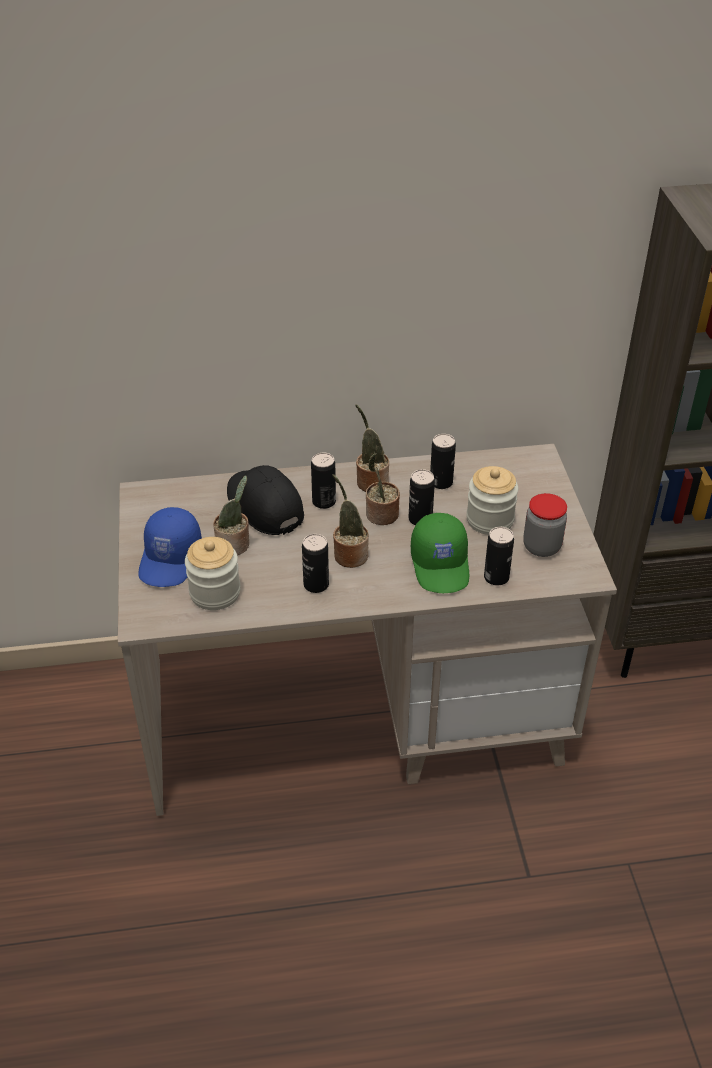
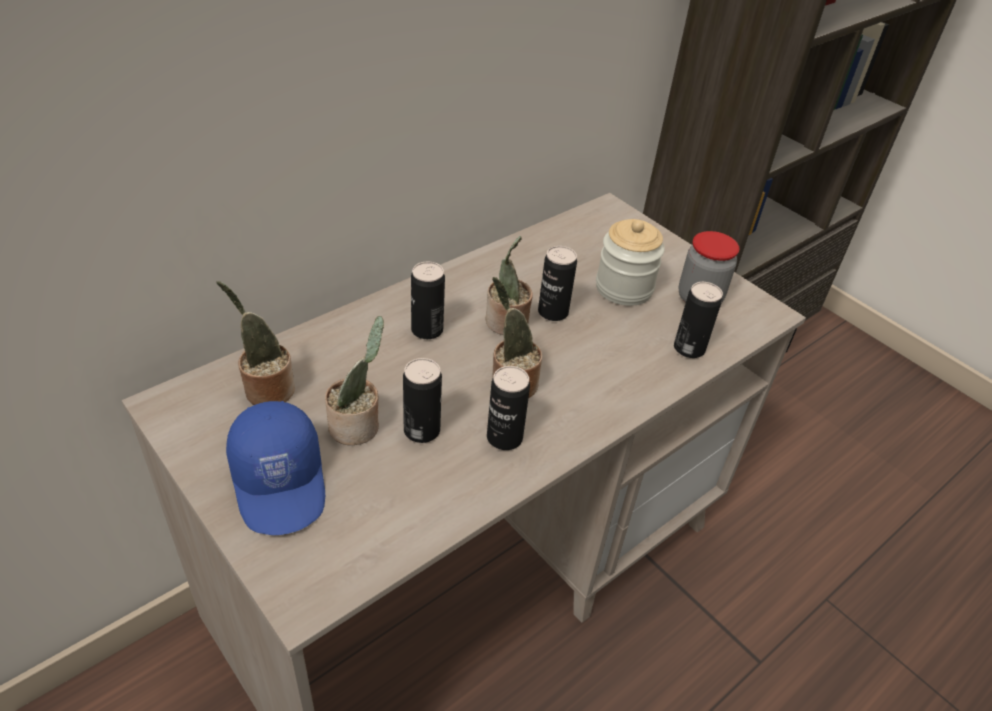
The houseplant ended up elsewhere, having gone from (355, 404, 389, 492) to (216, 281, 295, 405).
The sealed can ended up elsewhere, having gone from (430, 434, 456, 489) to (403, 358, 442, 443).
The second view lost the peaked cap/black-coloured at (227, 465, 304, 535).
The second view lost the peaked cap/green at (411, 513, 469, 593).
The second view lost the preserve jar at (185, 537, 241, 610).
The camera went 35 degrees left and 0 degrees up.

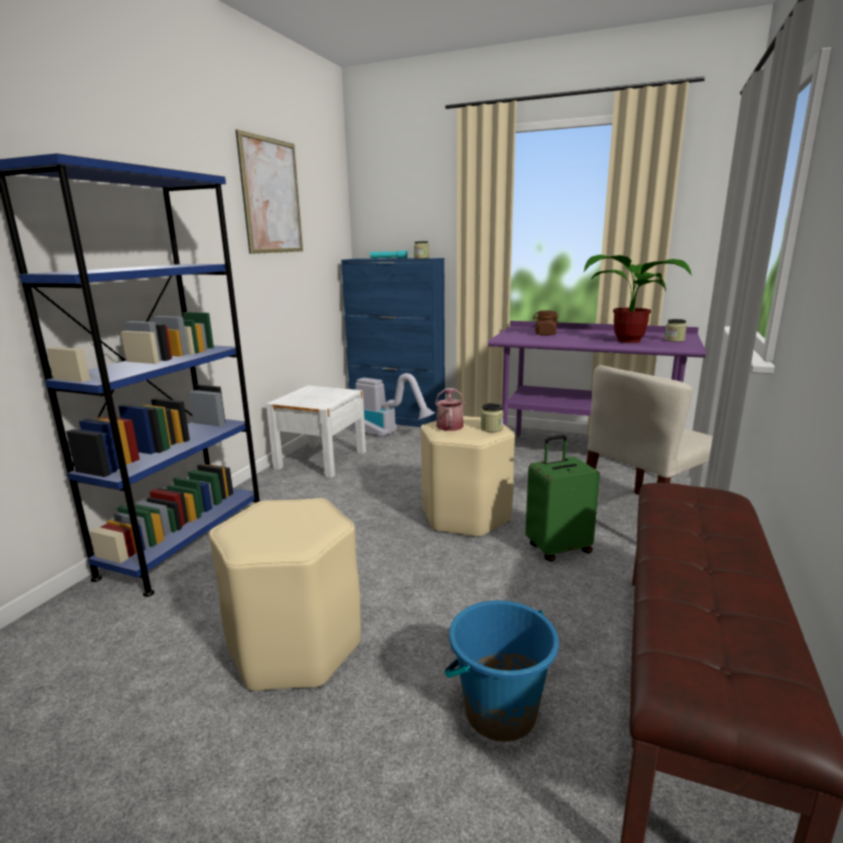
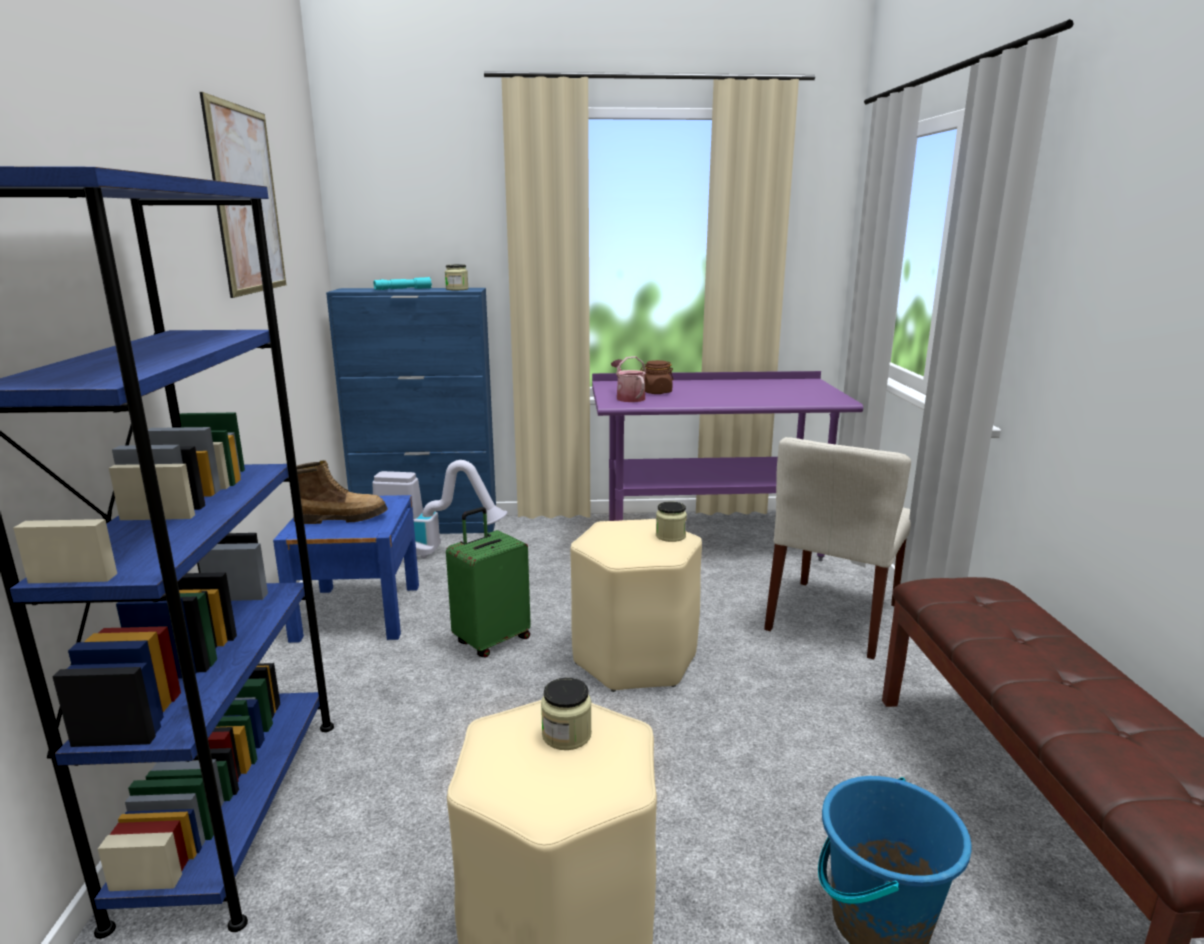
The second view lost the houseplant at (584, 255, 692, 343).
The preserve jar ended up elsewhere, having gone from (665, 319, 687, 342) to (541, 678, 592, 750).
What was the night table/whitish at (266, 385, 366, 478) turned into the night table/blue at (273, 495, 419, 643).
The sprinkling can ended up elsewhere, having gone from (435, 388, 465, 431) to (611, 356, 646, 402).
The travel case/green ended up elsewhere, having gone from (525, 435, 600, 562) to (446, 507, 531, 658).
The second view gained the high-top boot at (293, 460, 388, 524).
The camera went 25 degrees left and 0 degrees up.

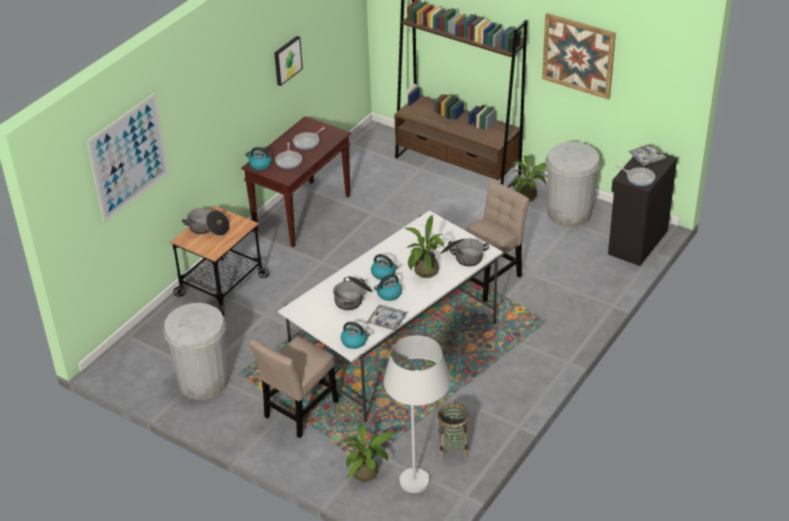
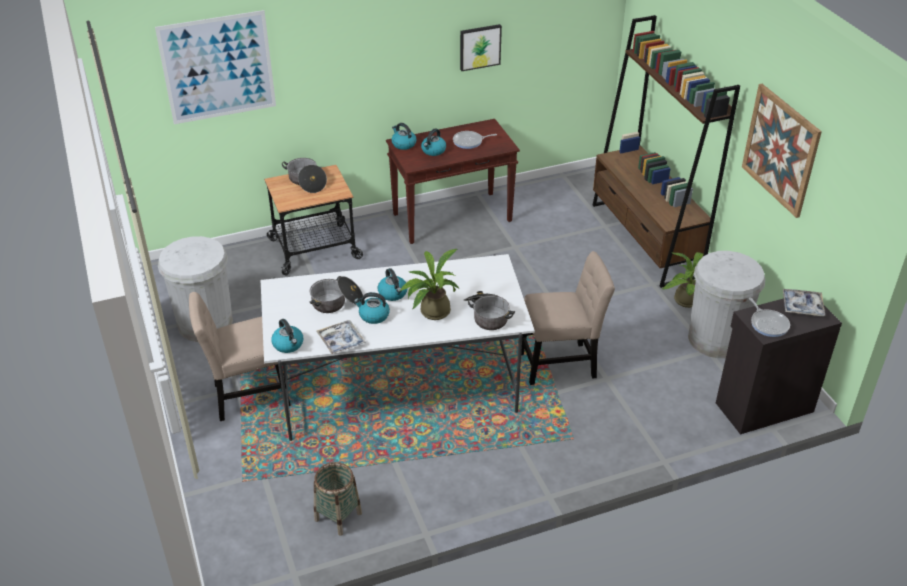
Where the frying pan stood at (275, 142, 302, 169), the water kettle came to stand at (421, 128, 446, 156).
The second view lost the floor lamp/whitish at (384, 336, 451, 493).
The second view lost the houseplant at (342, 424, 396, 482).
The camera went 35 degrees right and 0 degrees up.

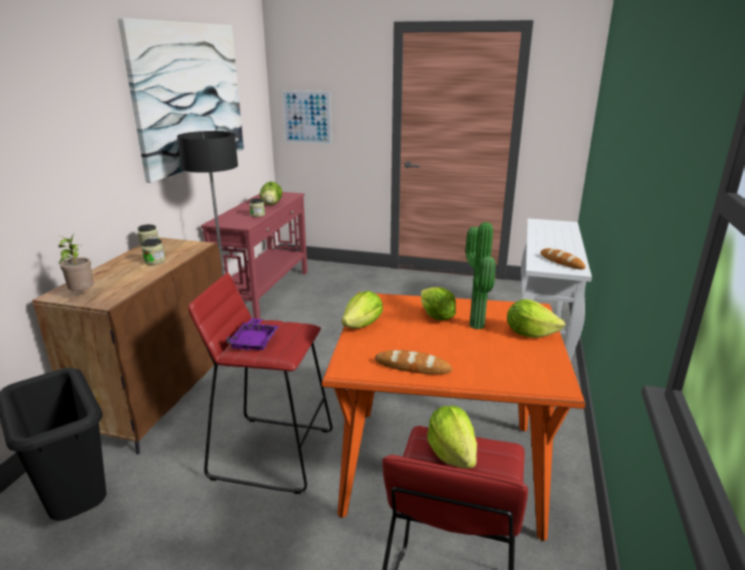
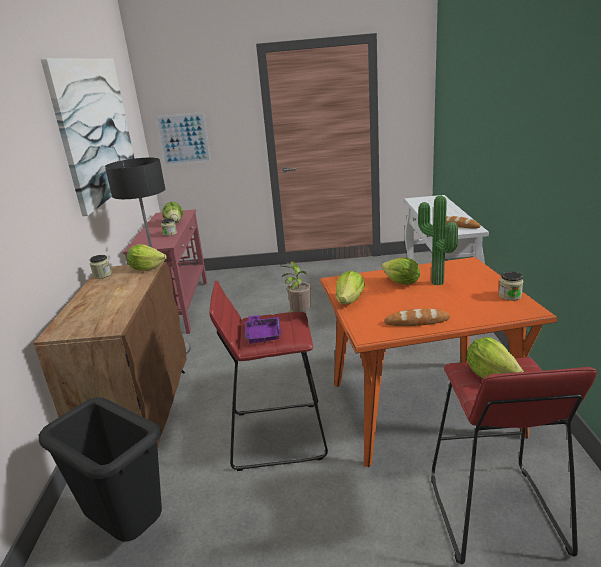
The houseplant ended up elsewhere, having gone from (58, 233, 94, 291) to (282, 261, 311, 313).
The preserve jar ended up elsewhere, having gone from (142, 238, 165, 265) to (499, 272, 523, 301).
The lettuce head ended up elsewhere, having gone from (507, 299, 565, 338) to (127, 244, 166, 271).
The camera went 15 degrees left and 0 degrees up.

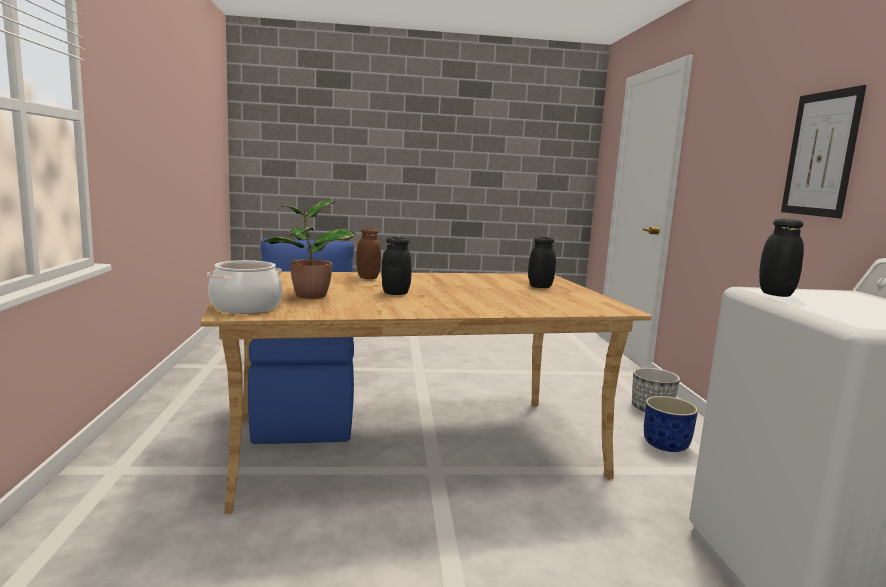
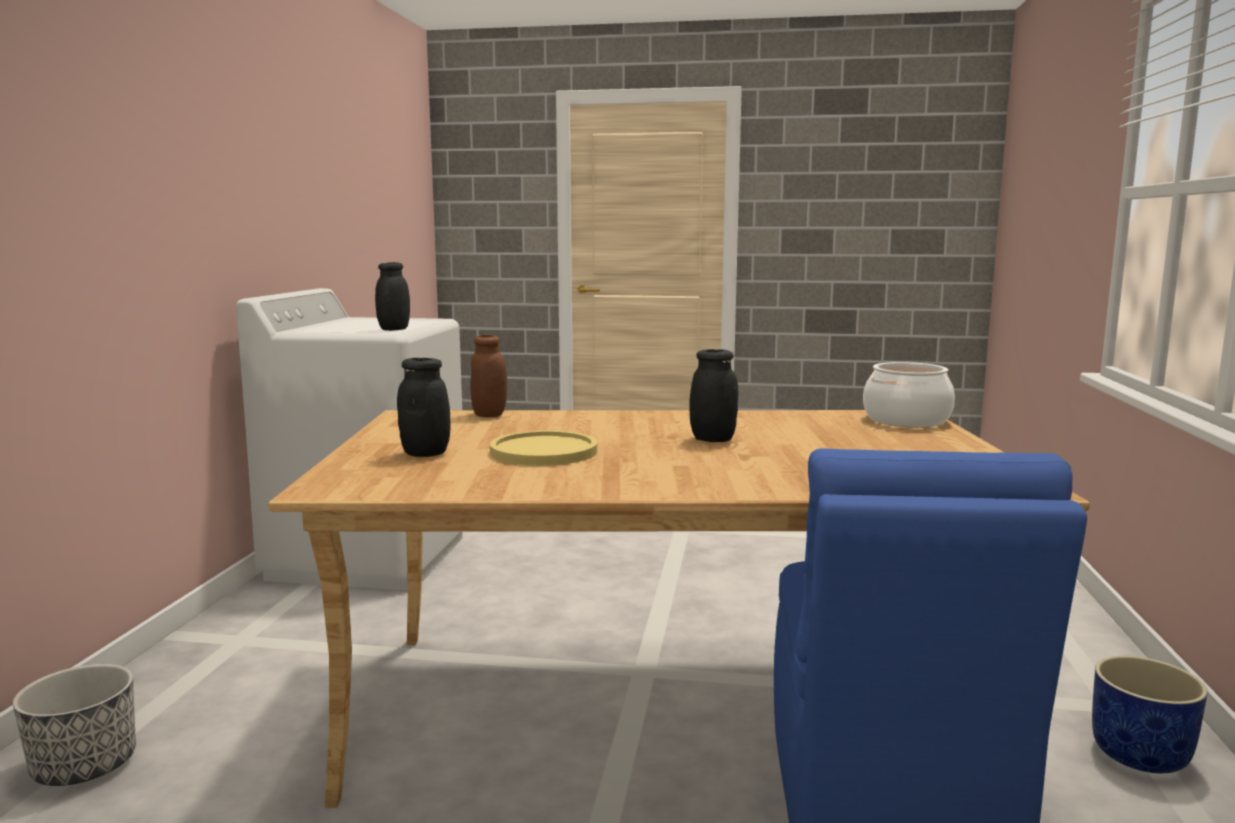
The second view lost the picture at (781, 85, 866, 218).
The second view lost the houseplant at (264, 200, 356, 299).
The preserve jar/brown-coloured ended up elsewhere, having gone from (356, 228, 381, 279) to (470, 335, 507, 417).
The planter/blue ended up elsewhere, having gone from (644, 396, 698, 452) to (1092, 656, 1208, 773).
The second view gained the dinner plate/yellowish at (490, 431, 597, 466).
The camera went 165 degrees left and 0 degrees up.

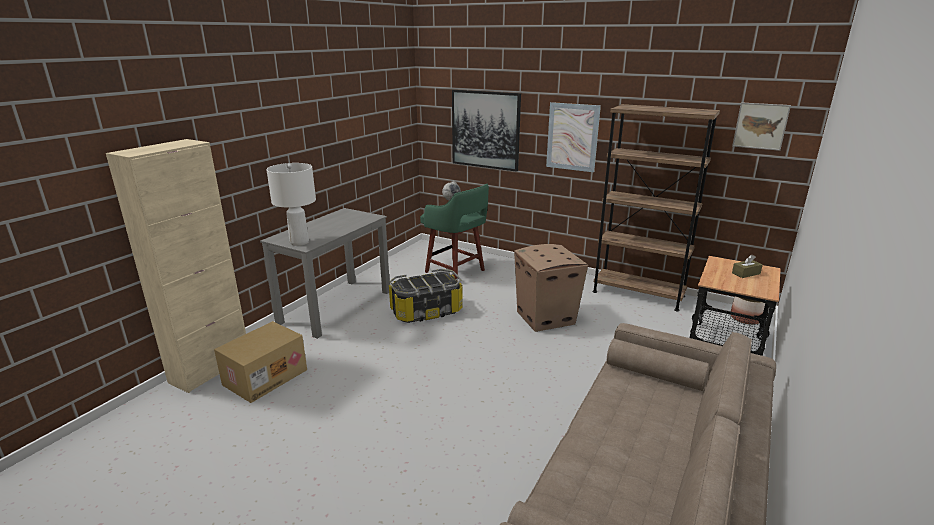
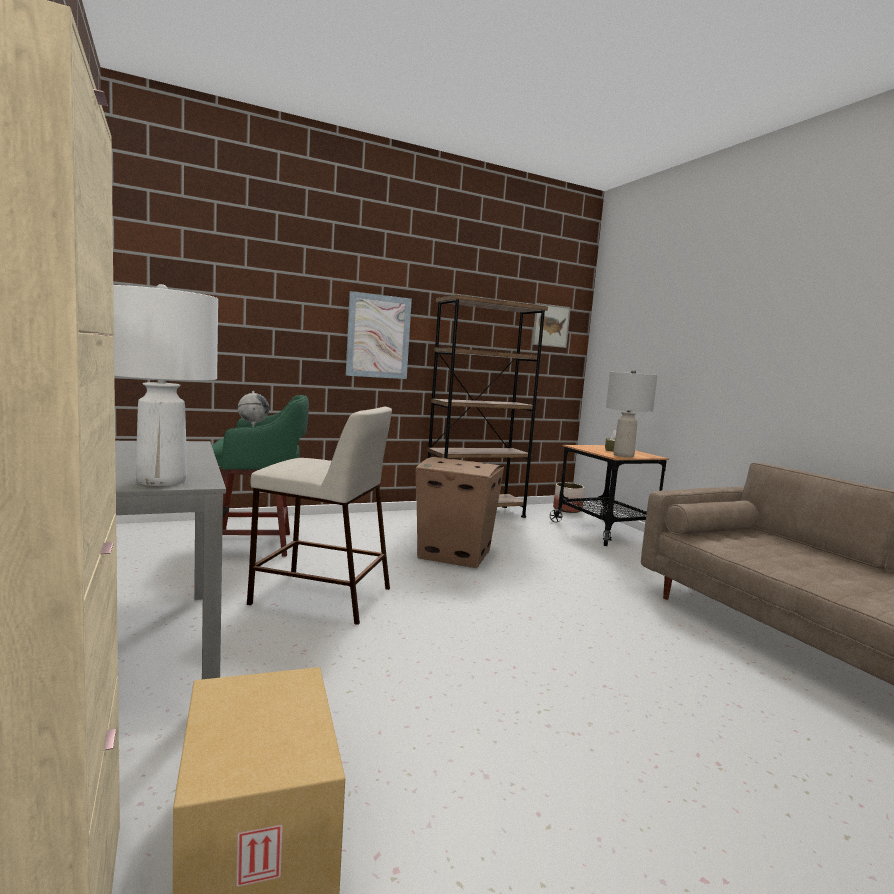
The second view lost the picture at (452, 90, 521, 172).
Where the storage box stood at (389, 269, 463, 323), the sitting stool/beige-coloured came to stand at (247, 407, 392, 625).
The second view gained the table lamp/greyish at (606, 370, 657, 457).
The camera went 55 degrees left and 15 degrees down.

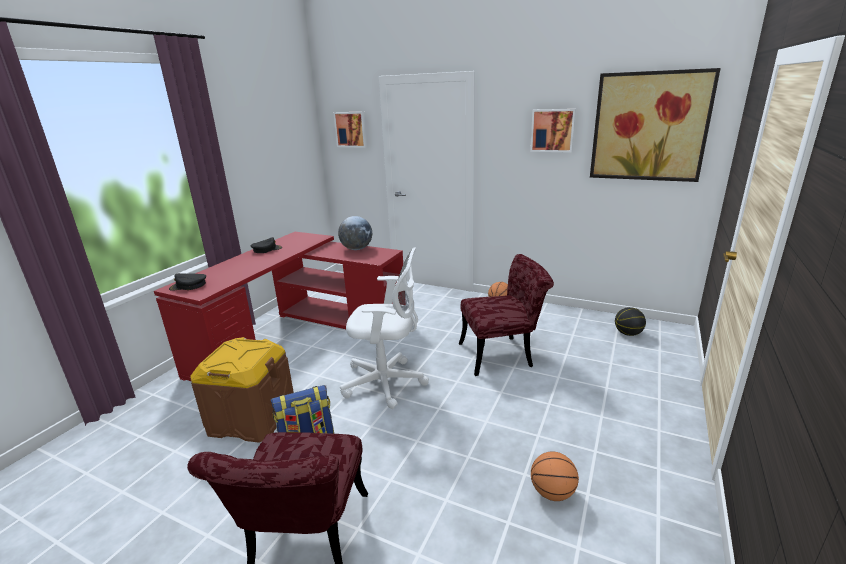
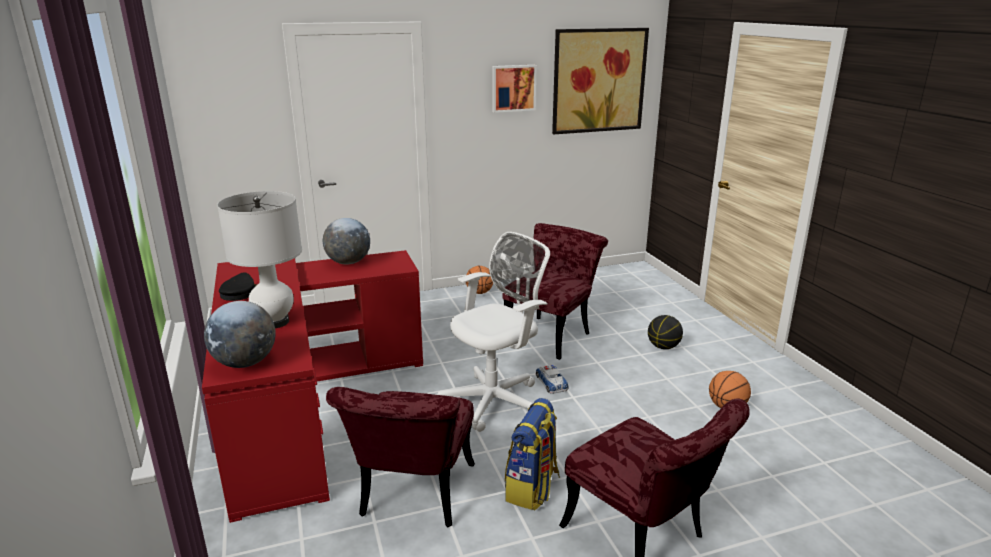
The second view lost the picture at (333, 112, 367, 148).
Where the peaked cap/black-coloured stood at (169, 273, 206, 291), the world globe came to stand at (204, 301, 276, 368).
The ball for basketball ended up elsewhere, having gone from (615, 307, 646, 336) to (648, 315, 683, 349).
Where the storage box/brown-coloured stood at (190, 337, 294, 443), the chair/red-coloured came to stand at (326, 387, 475, 528).
The second view gained the table lamp/whitish at (217, 191, 302, 328).
The second view gained the model car at (536, 365, 568, 394).
The camera went 45 degrees left and 0 degrees up.

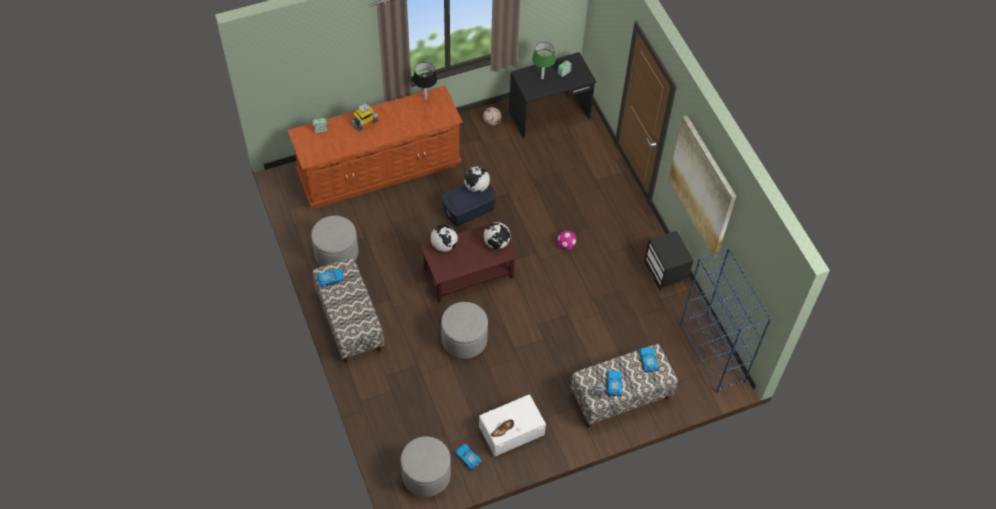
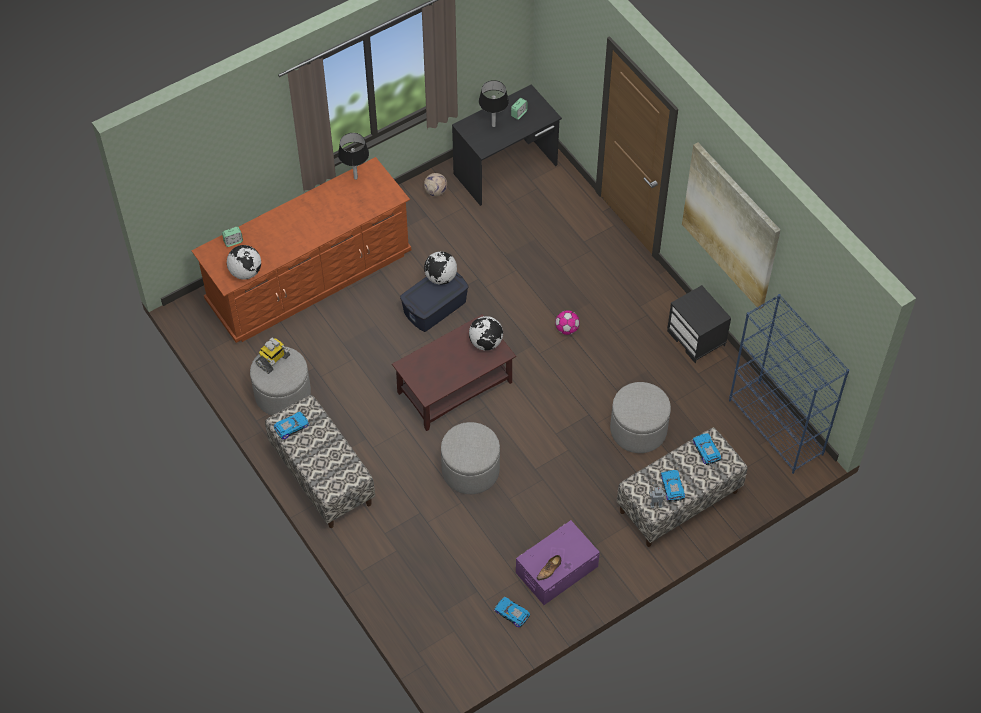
What was the table lamp/green at (532, 42, 556, 79) turned into the table lamp/black-coloured at (479, 80, 509, 127).
The model robot ended up elsewhere, having gone from (351, 104, 378, 131) to (255, 338, 290, 374).
The world globe ended up elsewhere, having gone from (431, 225, 458, 252) to (227, 245, 261, 280).
What was the storage box/whitish at (479, 394, 546, 457) turned into the storage box/purplish at (516, 520, 600, 605).
The ottoman/greyish ended up elsewhere, having gone from (400, 437, 451, 497) to (610, 382, 671, 453).
The camera went 10 degrees left and 0 degrees up.

